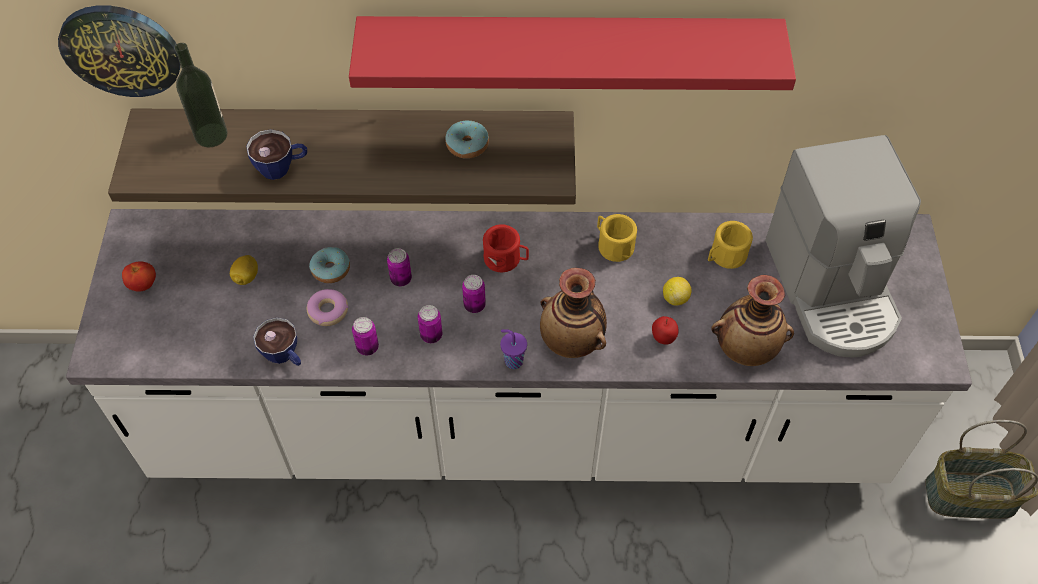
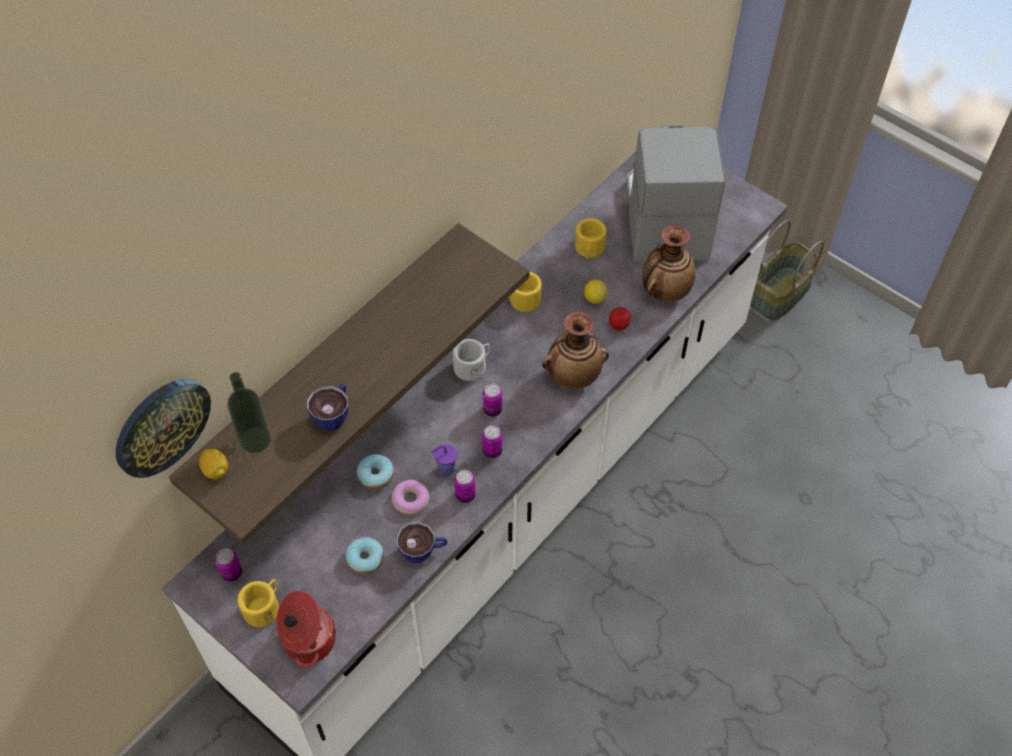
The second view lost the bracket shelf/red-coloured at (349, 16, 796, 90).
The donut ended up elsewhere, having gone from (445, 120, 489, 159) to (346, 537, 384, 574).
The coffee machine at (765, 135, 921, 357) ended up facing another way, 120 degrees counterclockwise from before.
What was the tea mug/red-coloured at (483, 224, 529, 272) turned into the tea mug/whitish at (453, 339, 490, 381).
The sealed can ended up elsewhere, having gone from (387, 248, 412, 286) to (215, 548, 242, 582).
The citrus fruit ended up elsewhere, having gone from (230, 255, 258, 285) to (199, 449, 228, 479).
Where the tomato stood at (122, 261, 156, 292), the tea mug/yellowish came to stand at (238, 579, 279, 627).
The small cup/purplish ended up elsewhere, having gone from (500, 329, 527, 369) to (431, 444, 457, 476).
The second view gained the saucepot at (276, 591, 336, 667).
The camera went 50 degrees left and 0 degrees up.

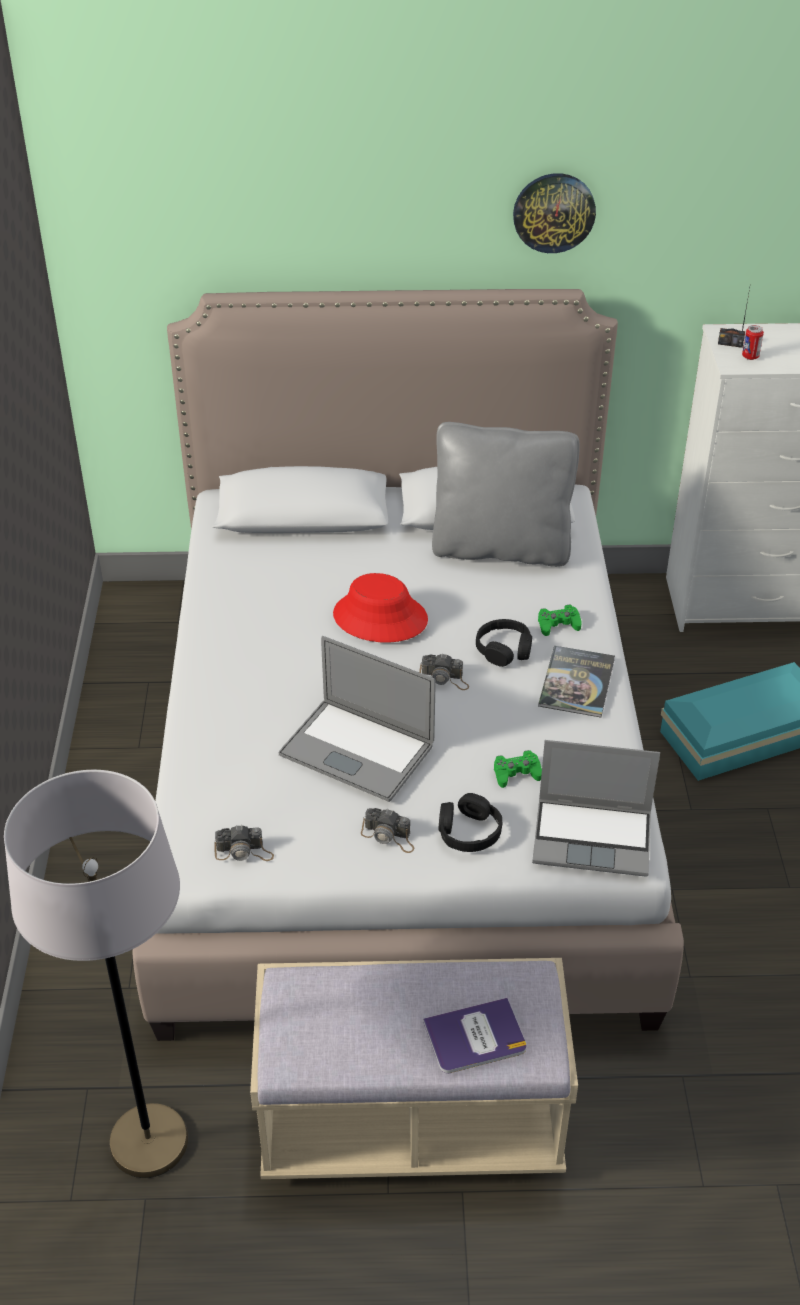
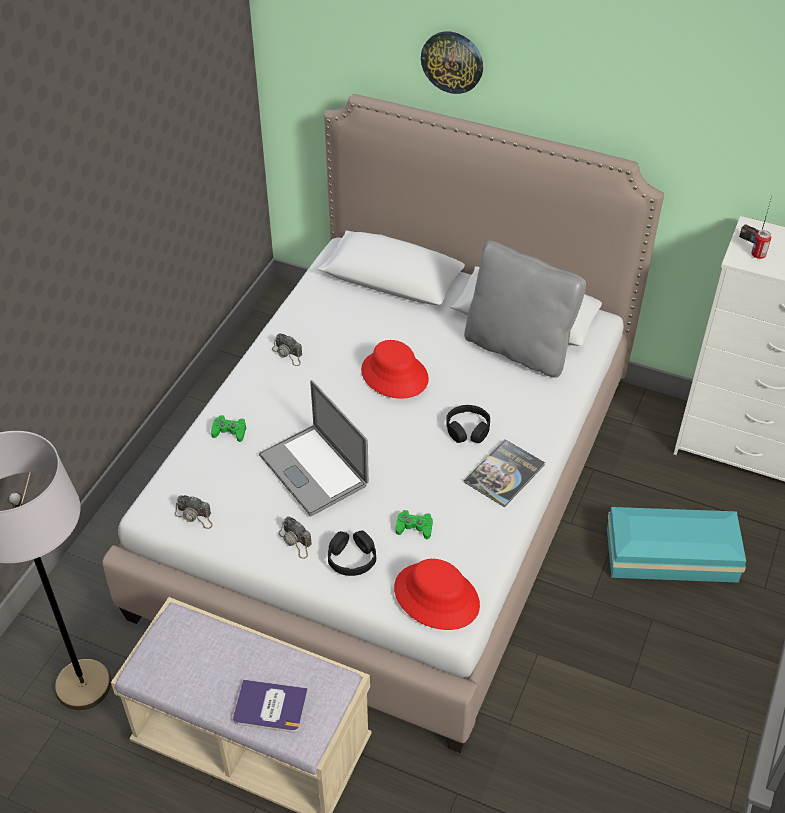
The clock on the wall ended up elsewhere, having gone from (513, 173, 596, 253) to (421, 31, 483, 94).
The gamepad/green ended up elsewhere, having gone from (538, 604, 582, 636) to (211, 415, 246, 442).
The photo camera ended up elsewhere, having gone from (419, 654, 469, 690) to (272, 334, 302, 366).
Where the portable computer stood at (532, 740, 660, 877), the hat/red-coloured came to stand at (394, 559, 480, 630).
The camera went 25 degrees right and 5 degrees up.

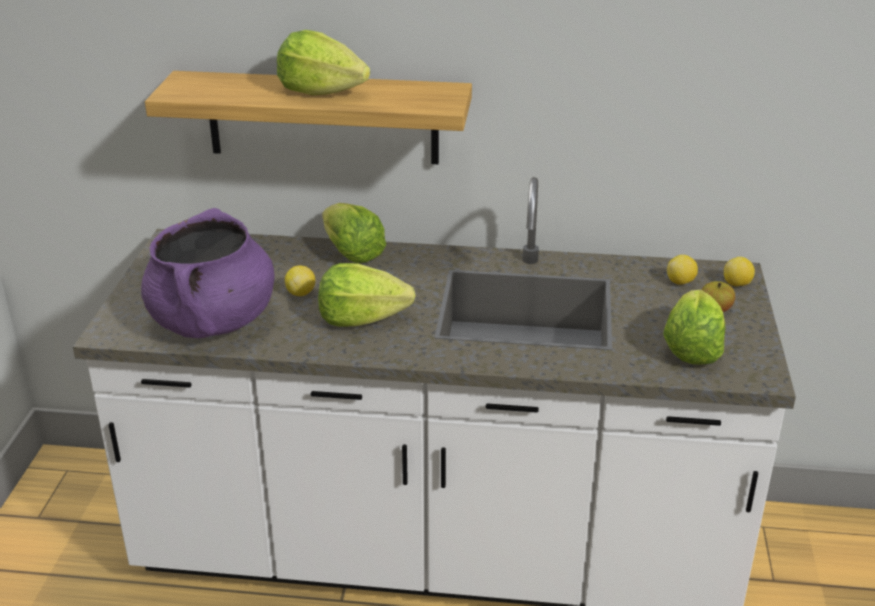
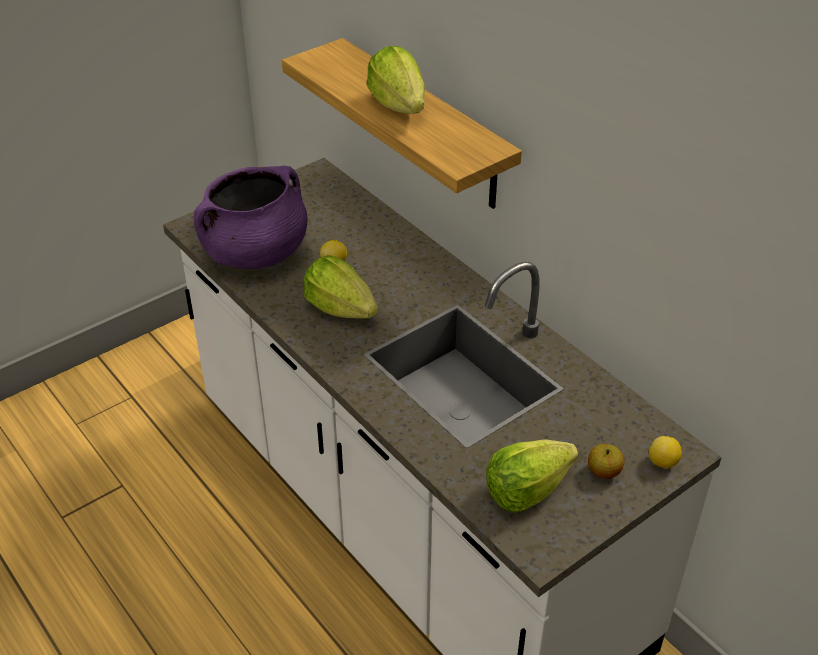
The second view lost the lettuce head at (322, 203, 386, 263).
The second view lost the citrus fruit at (667, 255, 698, 285).
The camera went 45 degrees right and 10 degrees up.

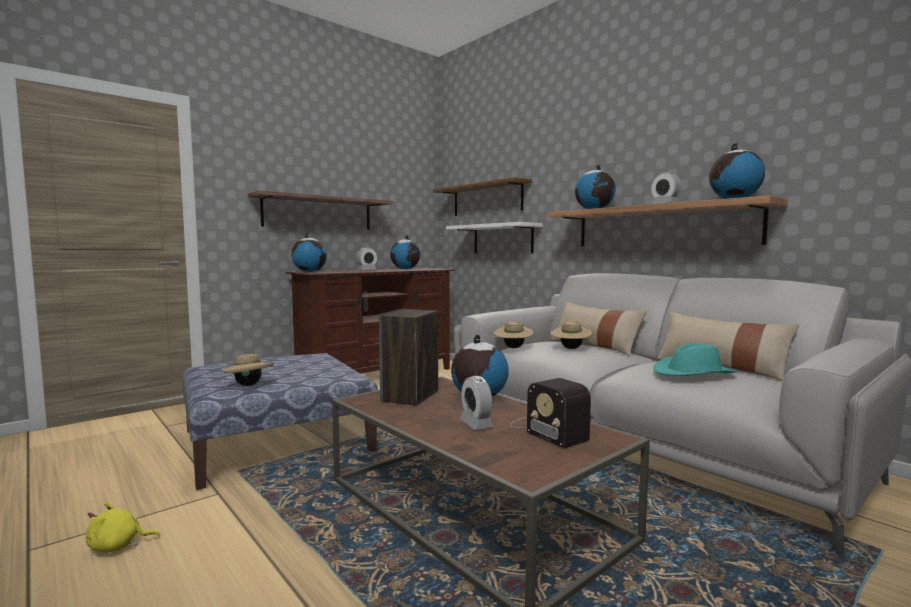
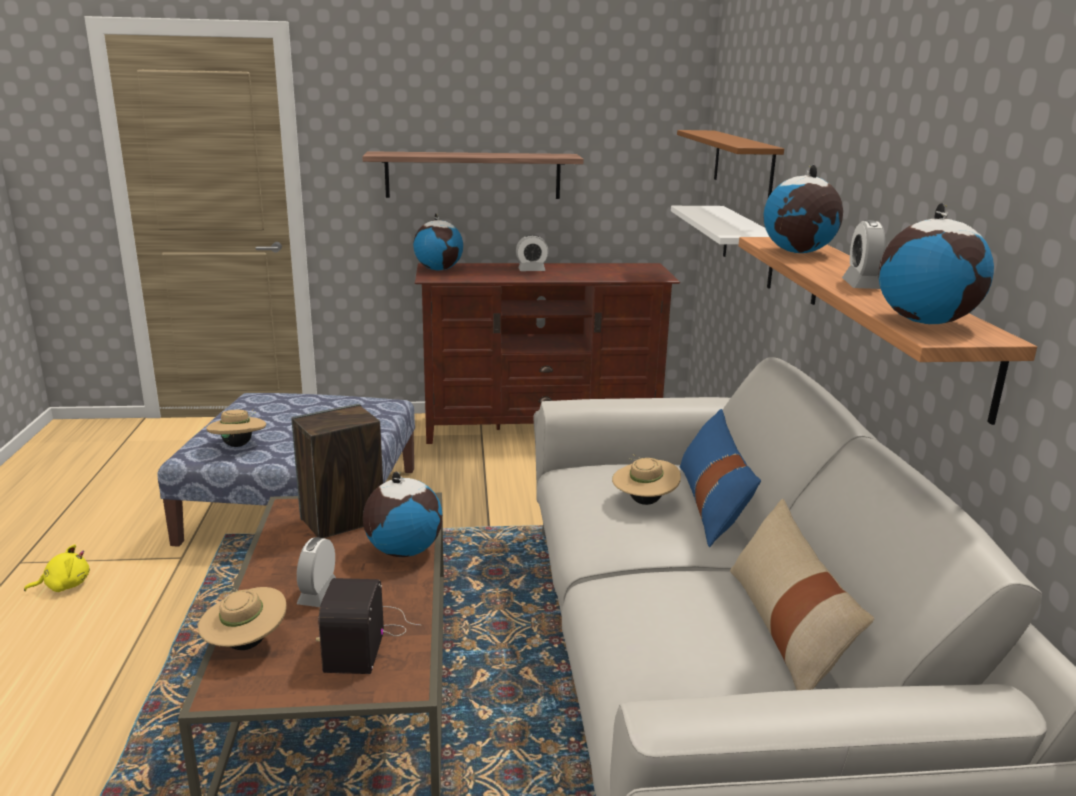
The second view lost the world globe at (390, 235, 420, 269).
What was the pillow/beige-coloured at (551, 302, 647, 356) turned into the pillow/blue at (680, 409, 761, 547).
The hat/beige-coloured ended up elsewhere, having gone from (494, 321, 534, 348) to (198, 586, 287, 650).
The second view lost the hat/blue-green at (653, 343, 738, 376).
The plush toy/yellowish at (85, 502, 160, 553) ended up facing another way, 135 degrees clockwise from before.
The camera went 35 degrees right and 15 degrees up.

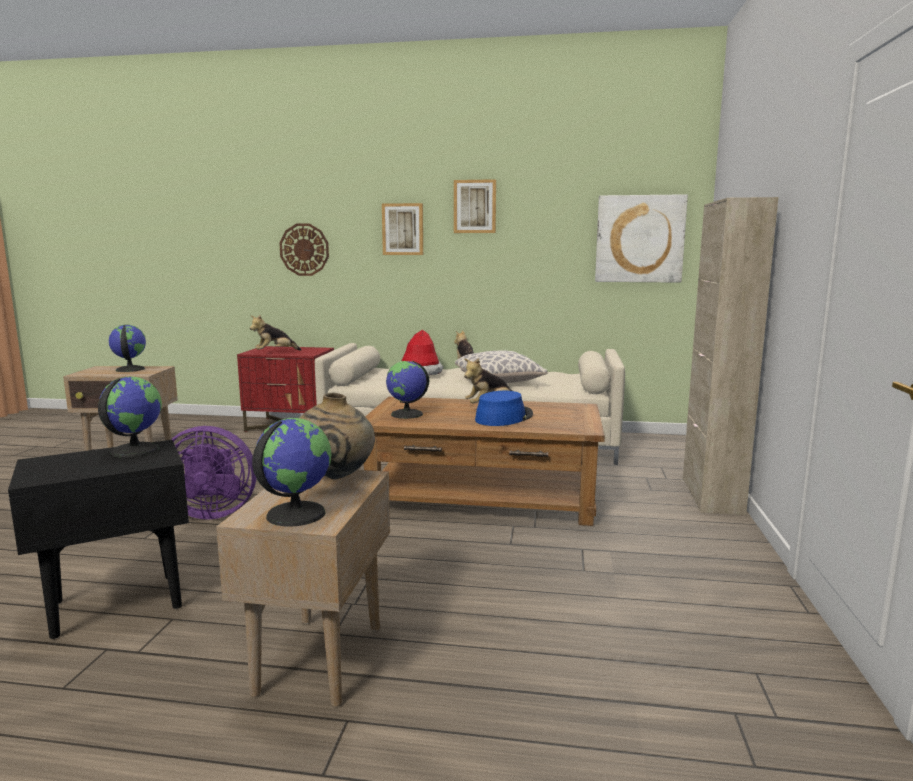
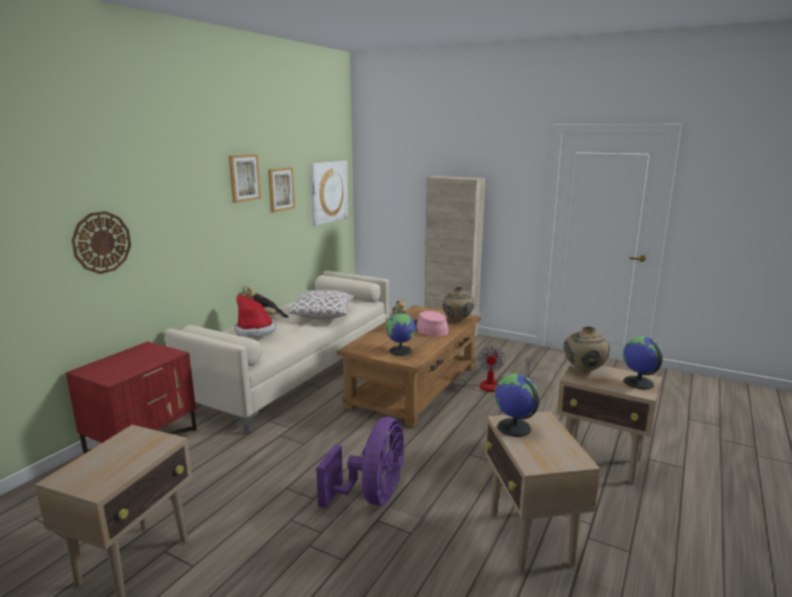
The picture ended up elsewhere, having gone from (382, 203, 423, 255) to (268, 167, 295, 213).
The second view lost the plush toy at (250, 315, 301, 351).
The second view lost the world globe at (109, 325, 146, 372).
What was the hat/blue at (475, 391, 533, 426) turned into the hat/pinkish at (414, 311, 449, 337).
What was the end table/black-coloured at (8, 440, 189, 639) turned into the end table/beige-coloured at (485, 411, 600, 573).
The second view gained the flower vase/beige-coloured at (442, 287, 475, 321).
The second view gained the electric fan at (478, 346, 531, 392).
The camera went 70 degrees left and 5 degrees up.

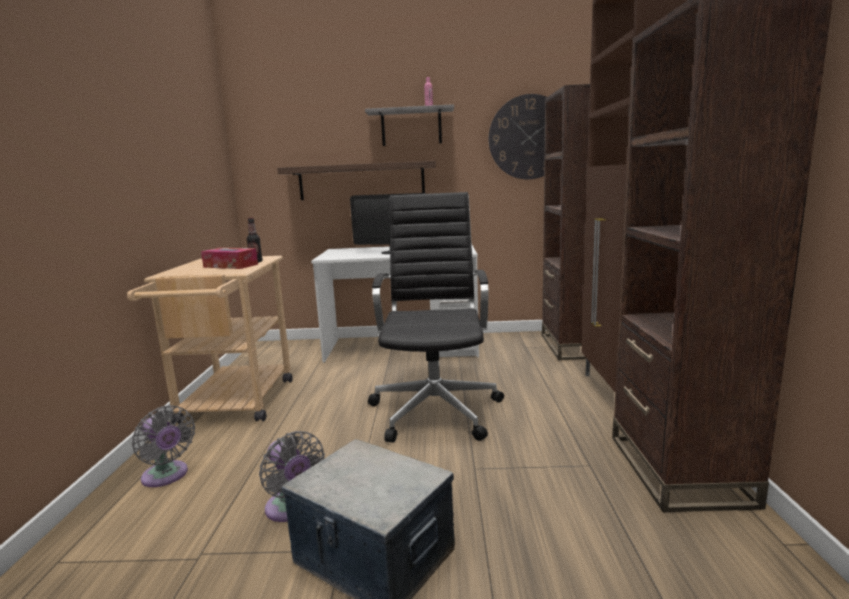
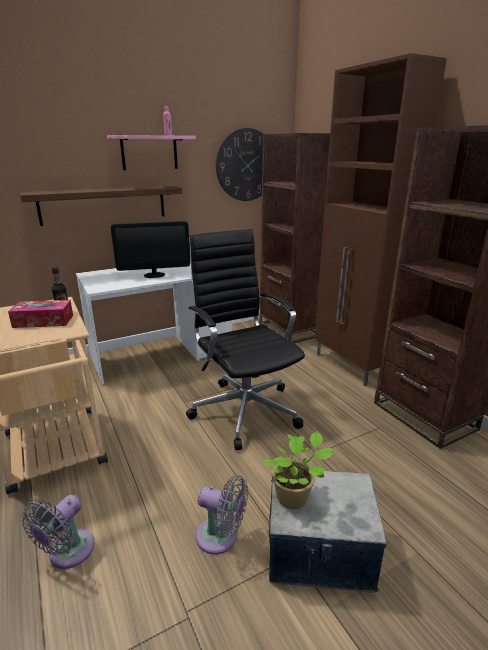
What was the bracket shelf/greyish at (365, 104, 454, 146) turned into the bracket shelf/pinkish at (107, 135, 196, 170).
The electric fan/greyish at (132, 406, 195, 487) ended up facing another way, 105 degrees clockwise from before.
The second view gained the houseplant at (262, 431, 334, 509).
The camera went 30 degrees left and 10 degrees up.

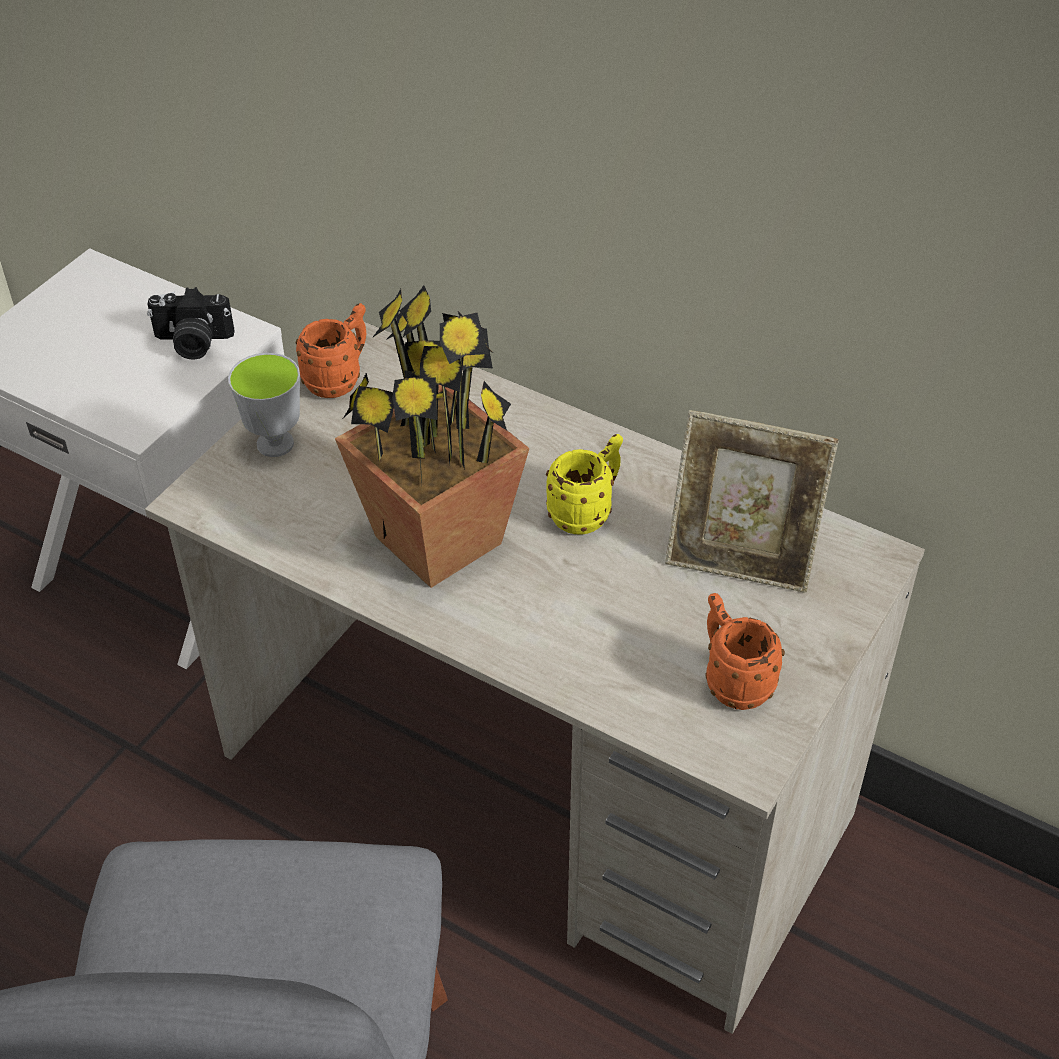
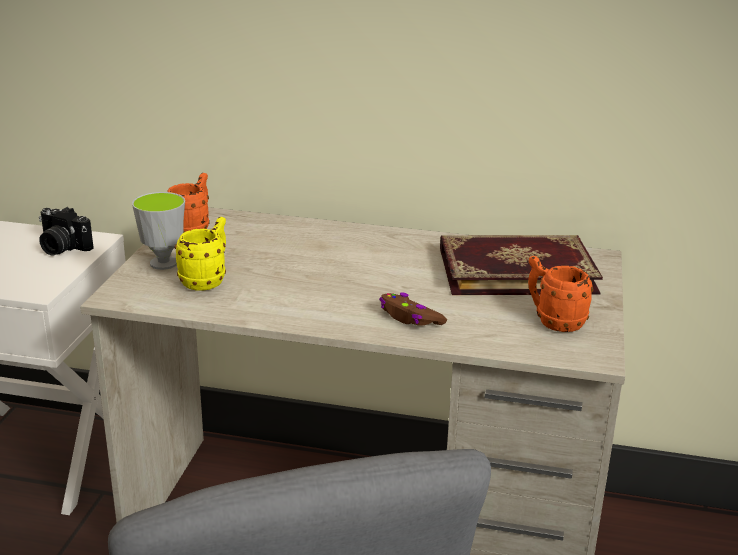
The second view lost the houseplant at (335, 285, 530, 588).
The photo camera at (147, 287, 235, 360) ended up facing another way, 45 degrees clockwise from before.
Where the picture frame stood at (665, 410, 839, 593), the book came to stand at (440, 235, 603, 295).
The tea mug/yellowish ended up elsewhere, having gone from (546, 434, 623, 534) to (175, 217, 226, 291).
The second view gained the gamepad/brown-coloured at (379, 292, 447, 326).
The camera went 20 degrees left and 20 degrees down.

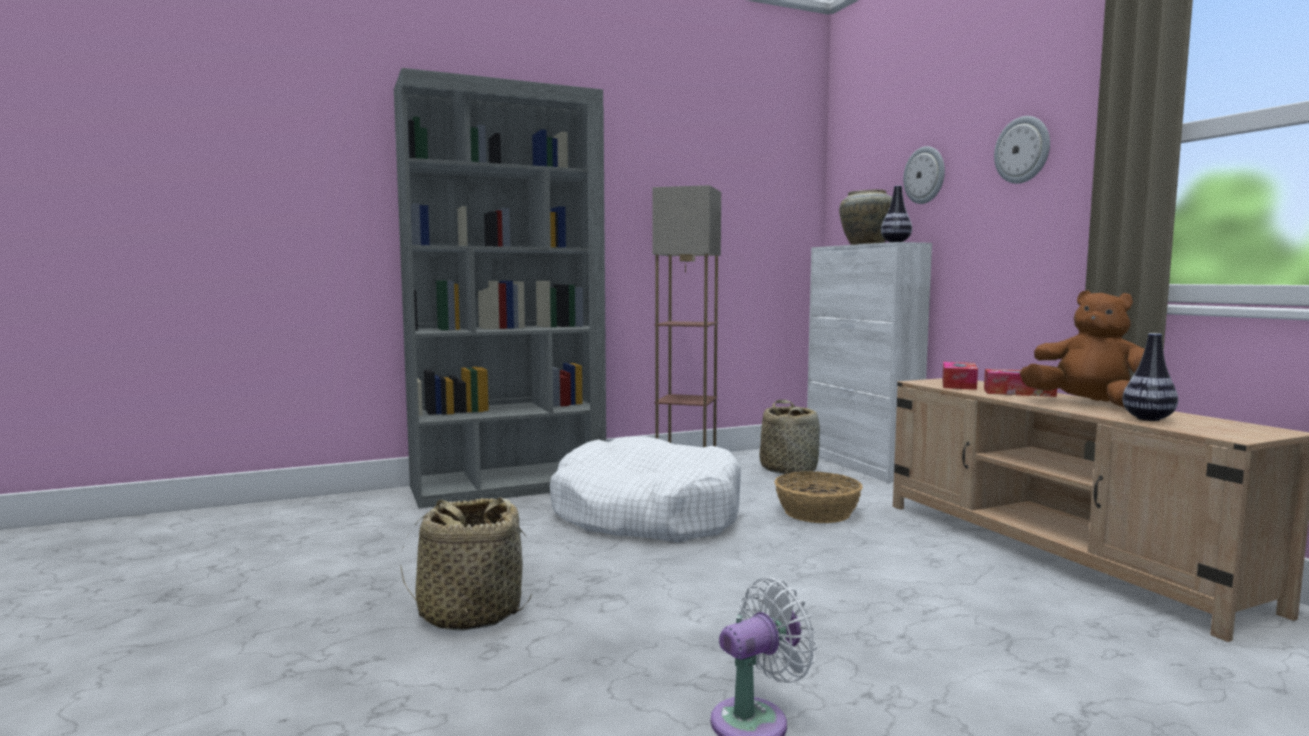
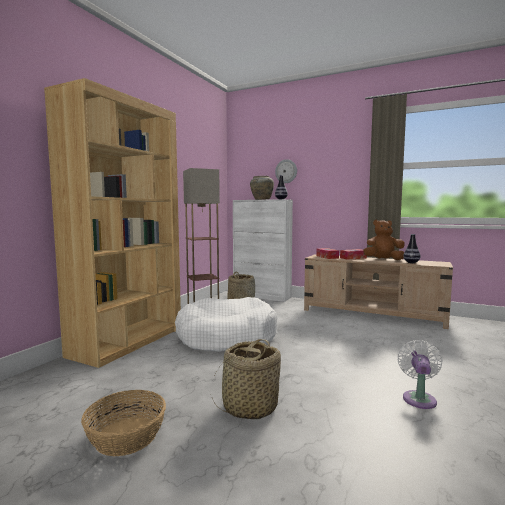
What was the bookshelf/greyish at (394, 68, 606, 508) turned into the bookshelf/brown-coloured at (44, 78, 181, 368).
The second view lost the clock on the wall at (994, 116, 1050, 184).
The household basket ended up elsewhere, having gone from (774, 471, 863, 523) to (81, 390, 166, 456).
The camera went 40 degrees left and 0 degrees up.

